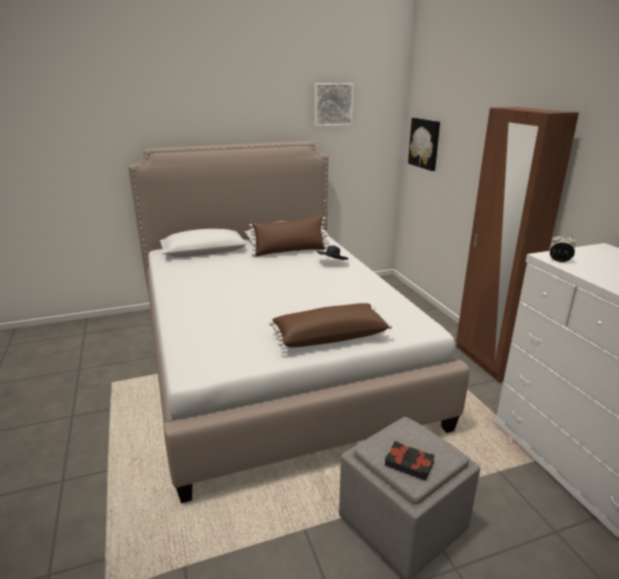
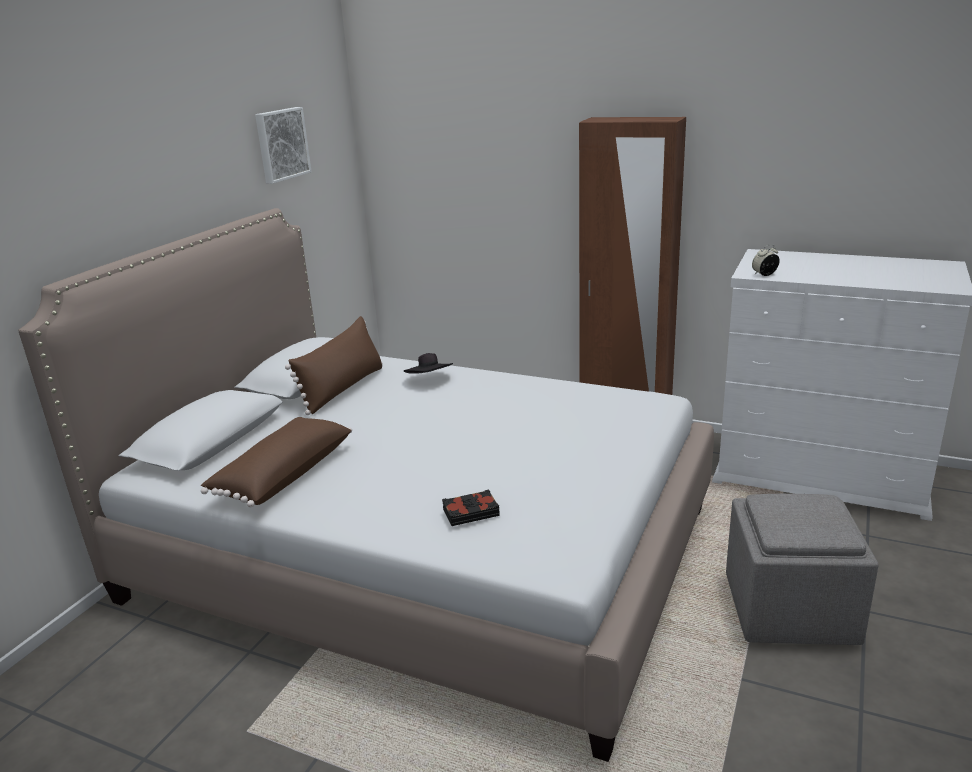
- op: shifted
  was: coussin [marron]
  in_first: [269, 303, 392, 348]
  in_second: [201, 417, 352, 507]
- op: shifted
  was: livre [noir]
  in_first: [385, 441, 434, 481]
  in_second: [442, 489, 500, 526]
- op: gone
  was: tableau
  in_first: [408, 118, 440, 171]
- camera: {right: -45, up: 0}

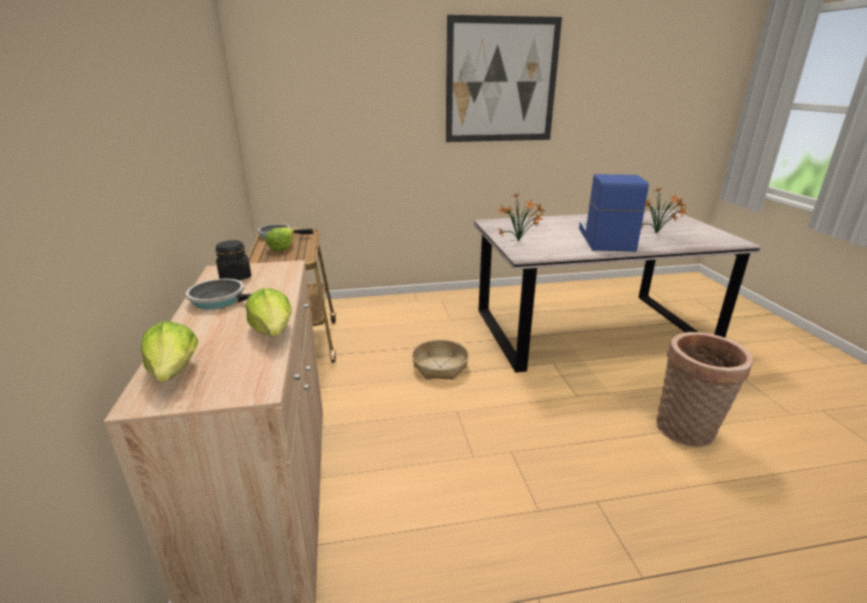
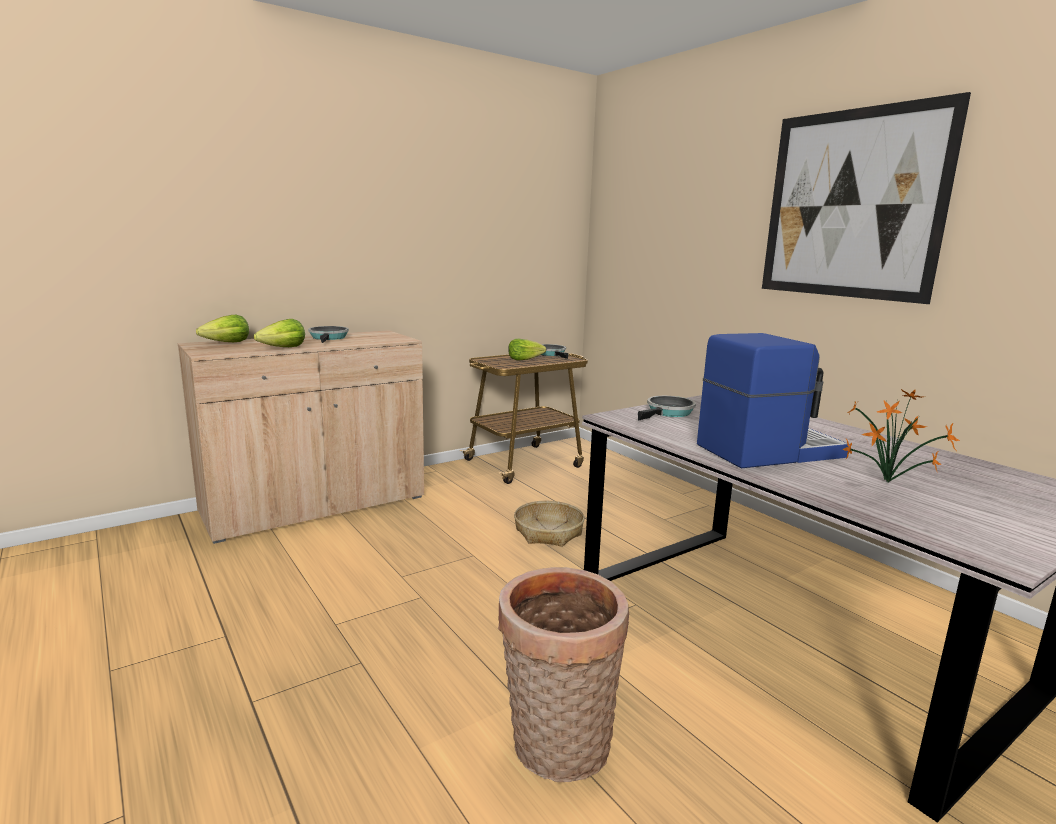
- op: swapped
  was: plante en pot
  now: poêle
  in_first: [497, 192, 545, 241]
  in_second: [638, 396, 696, 420]
- op: gone
  was: bocal [noir]
  in_first: [215, 240, 252, 280]
- camera: {right: 65, up: -10}

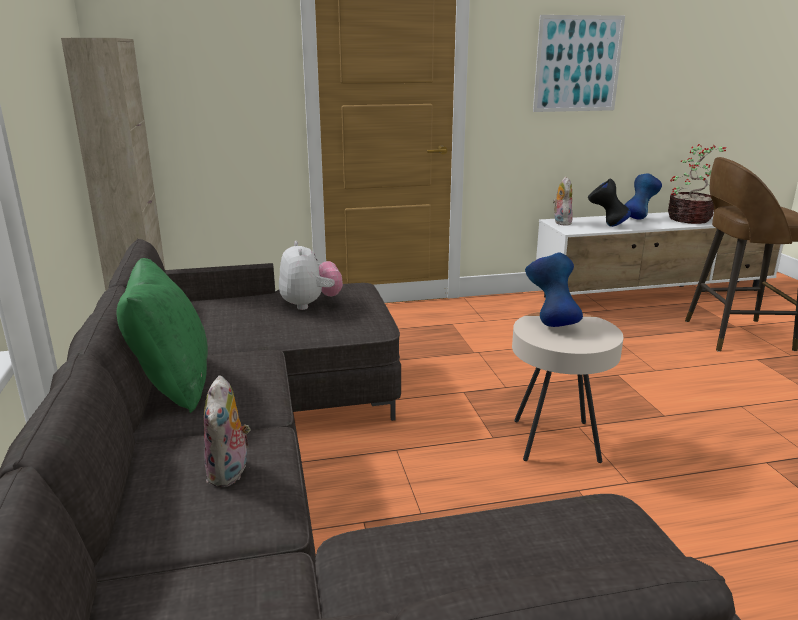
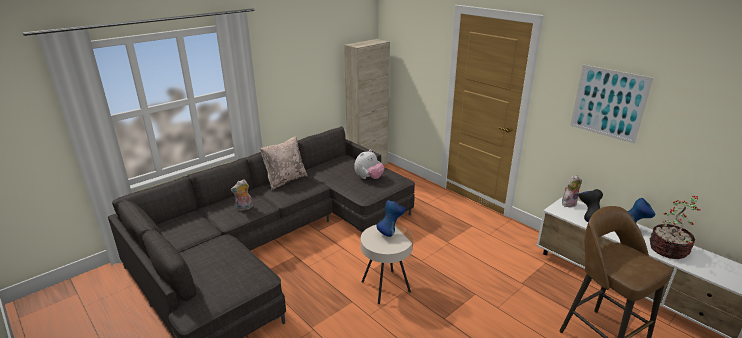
- op: repainted
  was: coussin [vert]
  now: coussin [beige]
  in_first: [117, 258, 208, 413]
  in_second: [260, 136, 308, 190]
- camera: {right: 60, up: 5}

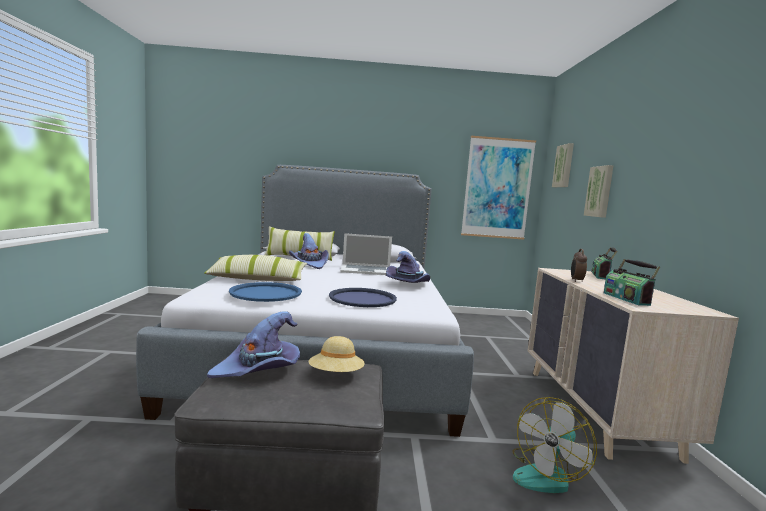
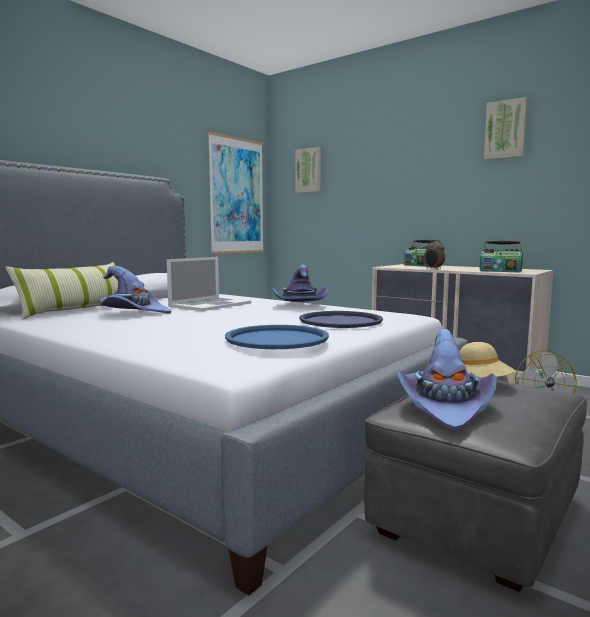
- op: shifted
  was: tableau
  in_first: [584, 165, 614, 218]
  in_second: [484, 97, 528, 160]
- op: gone
  was: coussin
  in_first: [204, 255, 307, 281]
- camera: {right: -50, up: 0}

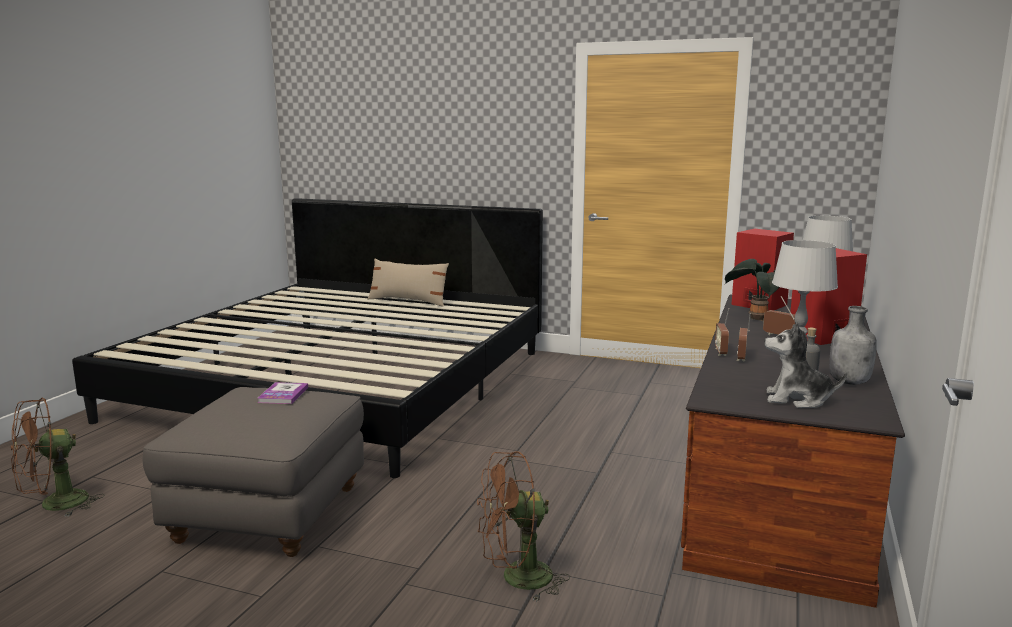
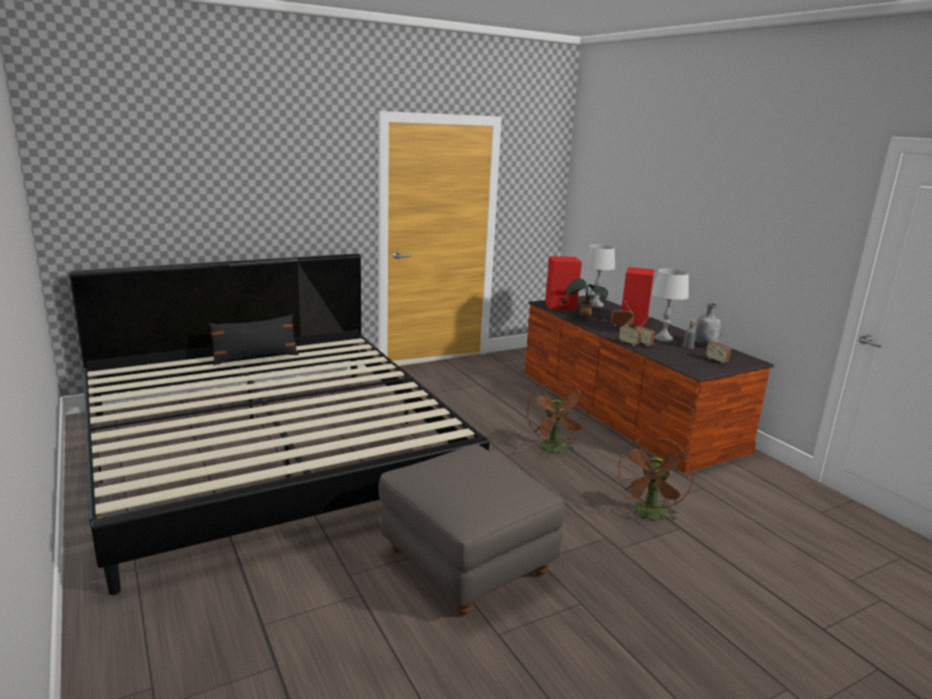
- op: repainted
  was: coussin [beige]
  now: coussin [noir]
  in_first: [368, 259, 449, 307]
  in_second: [209, 314, 299, 366]
- op: shifted
  was: ventilateur [marron]
  in_first: [11, 397, 105, 517]
  in_second: [527, 382, 589, 452]
- op: swapped
  was: peluche
  now: radio
  in_first: [765, 322, 847, 408]
  in_second: [705, 332, 731, 364]
- op: gone
  was: livre
  in_first: [258, 382, 308, 404]
- camera: {right: -50, up: 5}

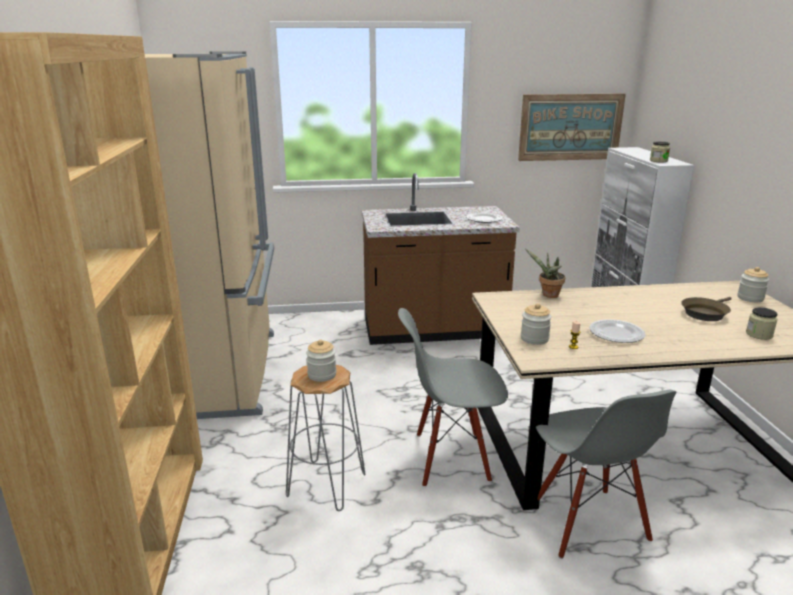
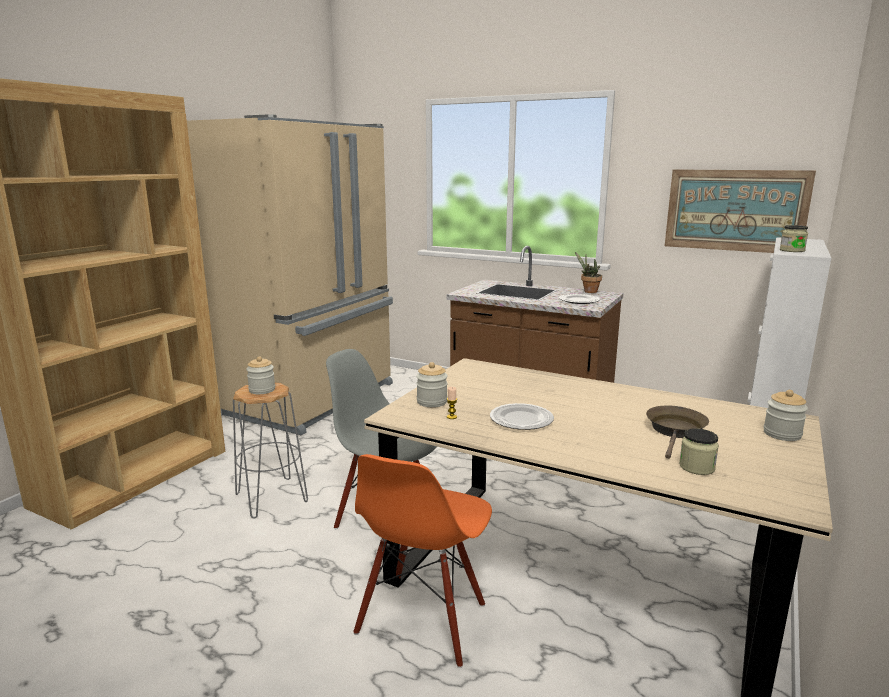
- op: repainted
  was: chaise [gris]
  now: chaise [orange]
  in_first: [536, 390, 676, 559]
  in_second: [354, 454, 492, 668]
- op: shifted
  was: plante en pot
  in_first: [525, 249, 565, 298]
  in_second: [575, 252, 602, 293]
- op: rotated
  was: poêle [marron]
  in_first: [681, 297, 732, 321]
  in_second: [646, 406, 709, 459]
  clockwise: 120
- camera: {right: 35, up: -5}

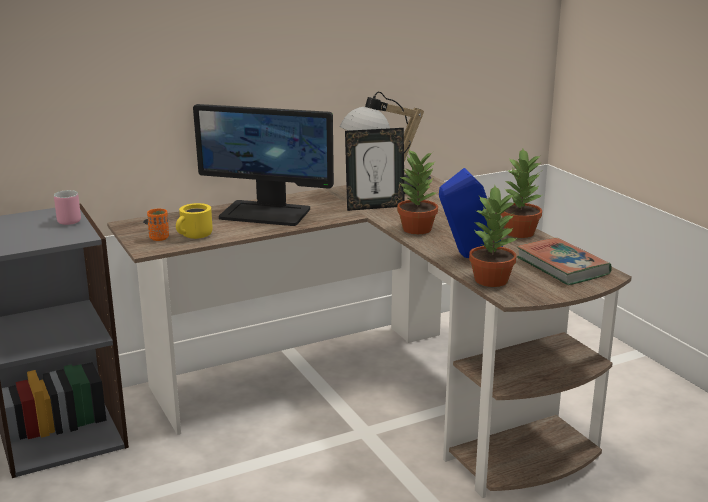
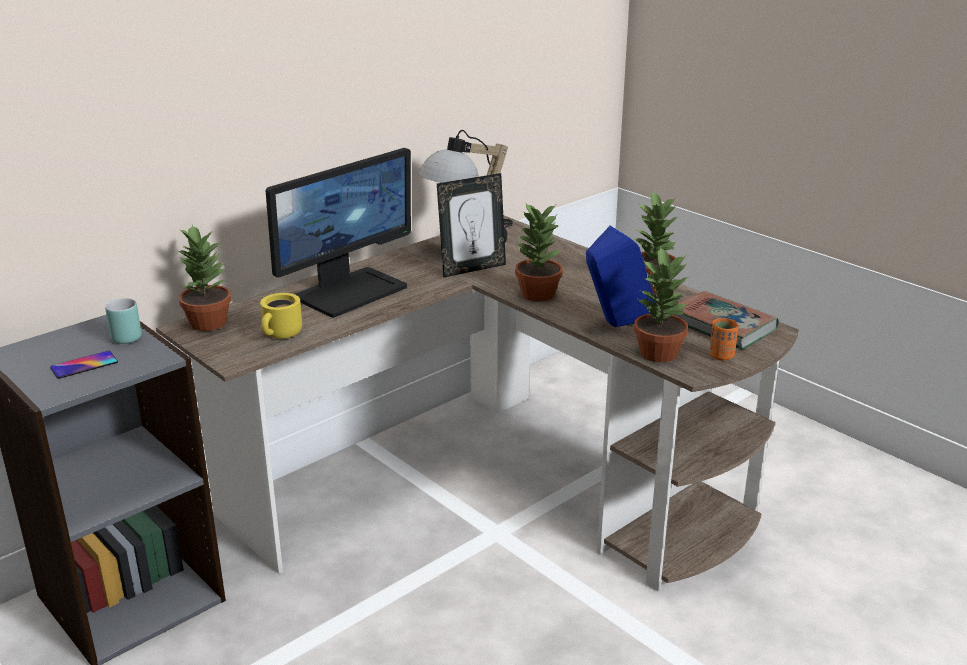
- op: new
  now: téléphone
  in_second: [50, 351, 118, 379]
- op: repainted
  was: mug [rose]
  now: mug [turquoise]
  in_first: [54, 190, 81, 225]
  in_second: [105, 298, 142, 344]
- op: new
  now: plante en pot
  in_second: [177, 225, 231, 331]
- op: rotated
  was: écran d'ordinateur
  in_first: [193, 104, 334, 226]
  in_second: [266, 148, 411, 317]
  clockwise: -45
- op: shifted
  was: tasse [orange]
  in_first: [147, 208, 169, 241]
  in_second: [709, 318, 738, 360]
- camera: {right: -15, up: 5}

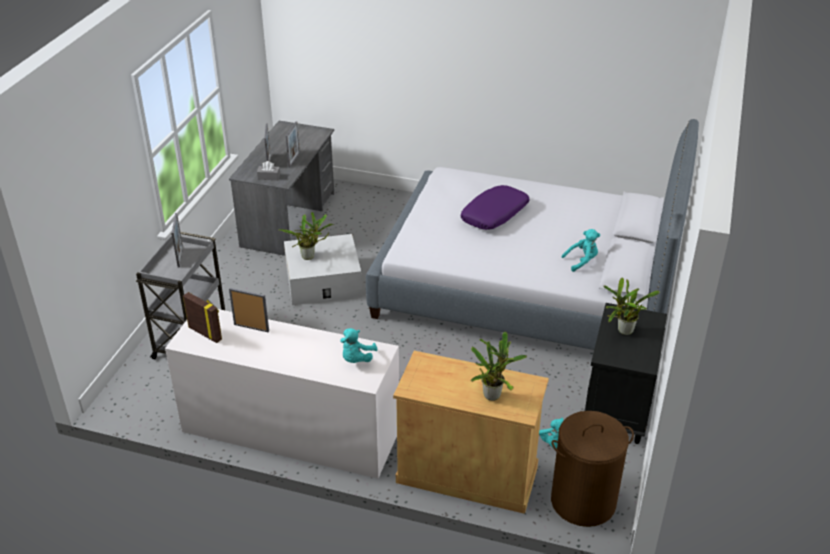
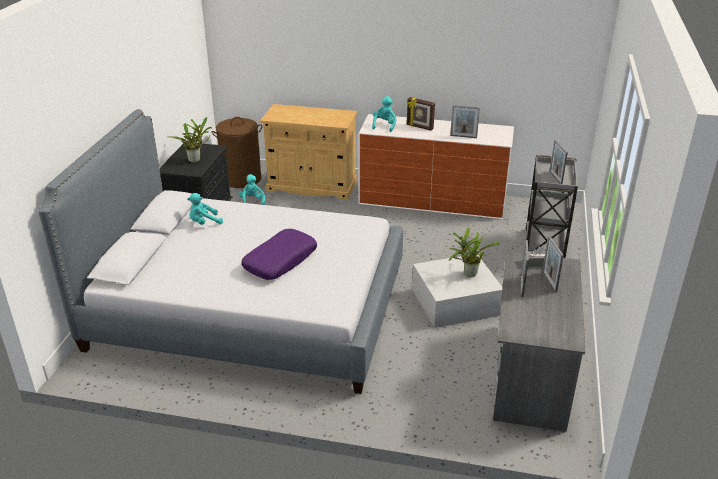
- op: shifted
  was: cadre photo
  in_first: [183, 292, 222, 343]
  in_second: [407, 97, 435, 131]
- op: gone
  was: plante en pot
  in_first: [471, 332, 527, 401]
- camera: {right: 175, up: -5}

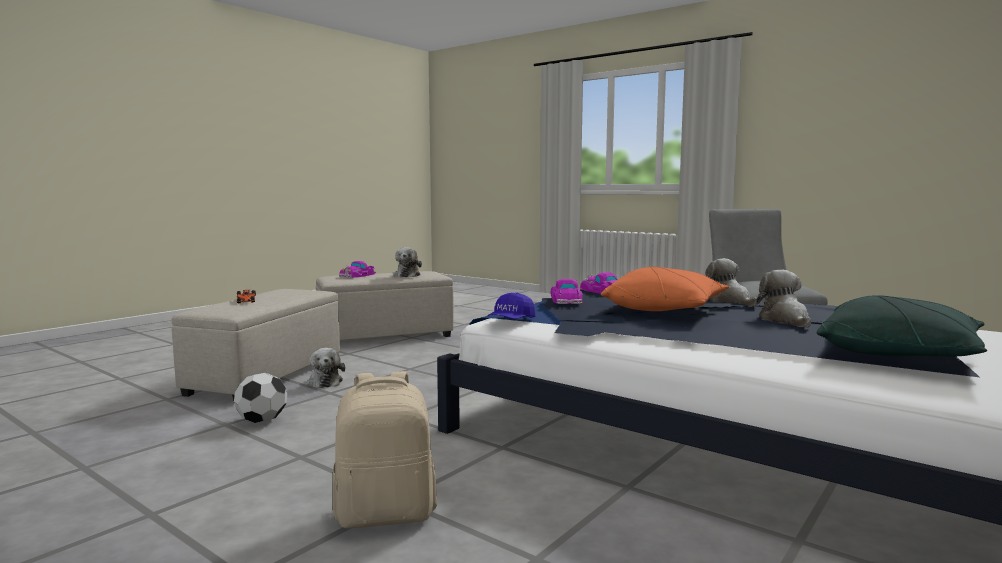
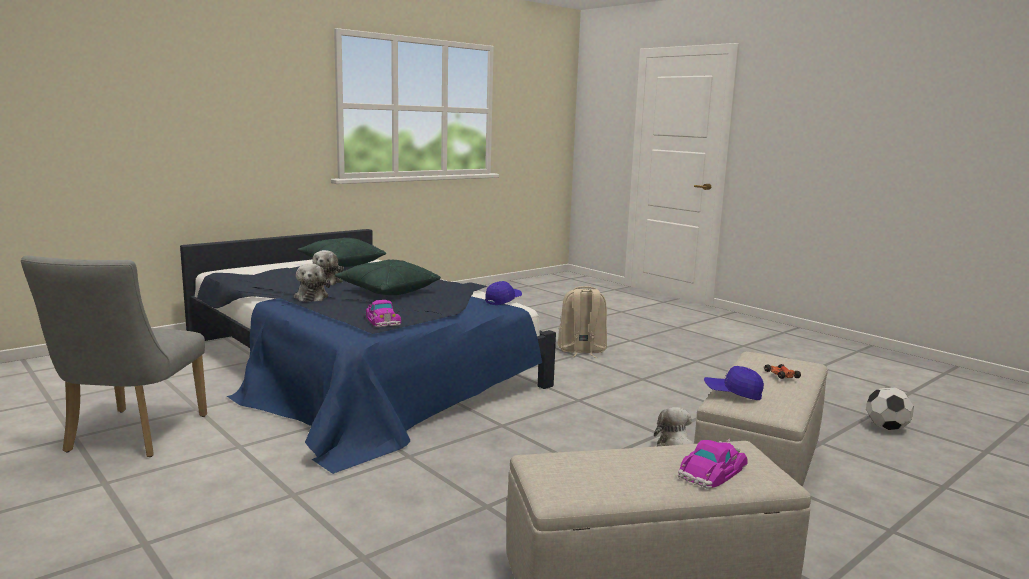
- op: repainted
  was: coussin [orange]
  now: coussin [vert]
  in_first: [601, 267, 729, 311]
  in_second: [335, 259, 441, 295]
- op: new
  now: casquette [bleu]
  in_second: [704, 366, 764, 400]
- op: shifted
  was: ballon de foot
  in_first: [234, 373, 287, 423]
  in_second: [866, 387, 914, 430]
- op: gone
  was: peluche
  in_first: [394, 247, 422, 277]
- op: gone
  was: petite voiture
  in_first: [551, 279, 583, 304]
- camera: {right: -170, up: 5}

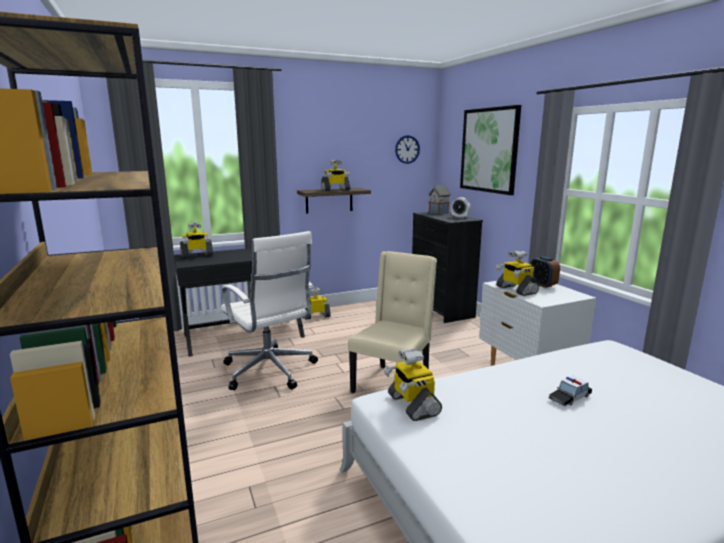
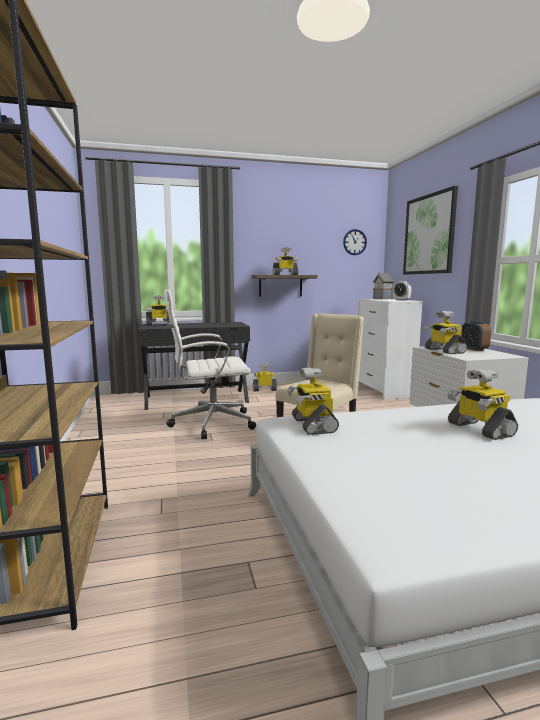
- op: rotated
  was: chaise de bureau [blanc]
  in_first: [221, 231, 318, 390]
  in_second: [164, 289, 256, 439]
  clockwise: 105
- op: repainted
  was: commode [noir]
  now: commode [blanc]
  in_first: [412, 212, 483, 323]
  in_second: [358, 299, 423, 400]
- op: swapped
  was: petite voiture
  now: robot jouet
  in_first: [548, 375, 592, 406]
  in_second: [448, 369, 518, 440]
- camera: {right: 10, up: -5}

